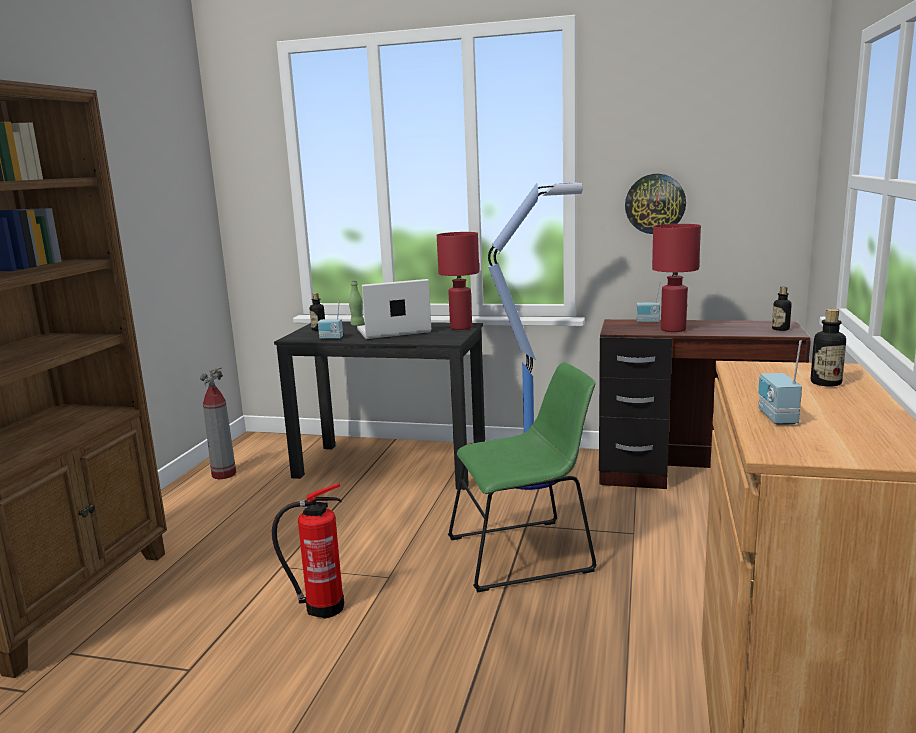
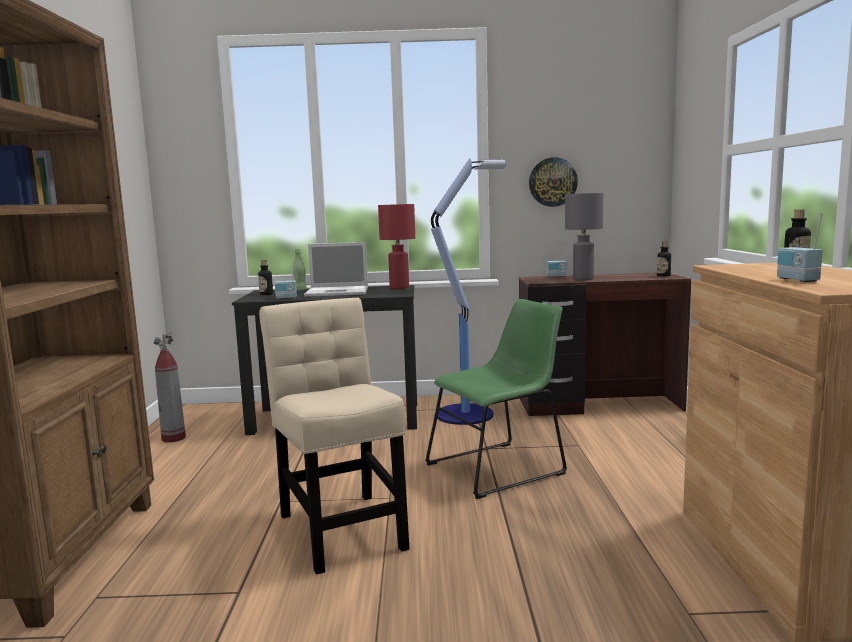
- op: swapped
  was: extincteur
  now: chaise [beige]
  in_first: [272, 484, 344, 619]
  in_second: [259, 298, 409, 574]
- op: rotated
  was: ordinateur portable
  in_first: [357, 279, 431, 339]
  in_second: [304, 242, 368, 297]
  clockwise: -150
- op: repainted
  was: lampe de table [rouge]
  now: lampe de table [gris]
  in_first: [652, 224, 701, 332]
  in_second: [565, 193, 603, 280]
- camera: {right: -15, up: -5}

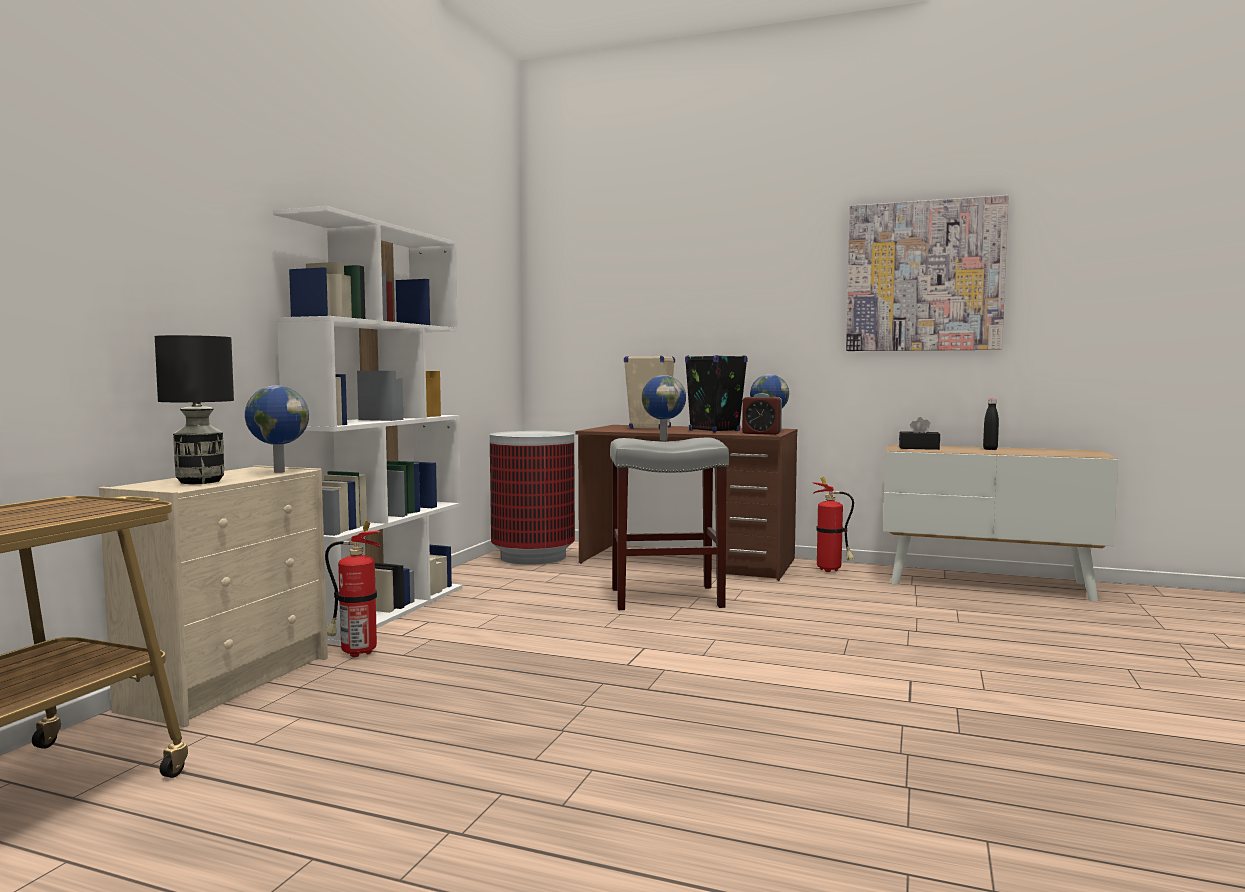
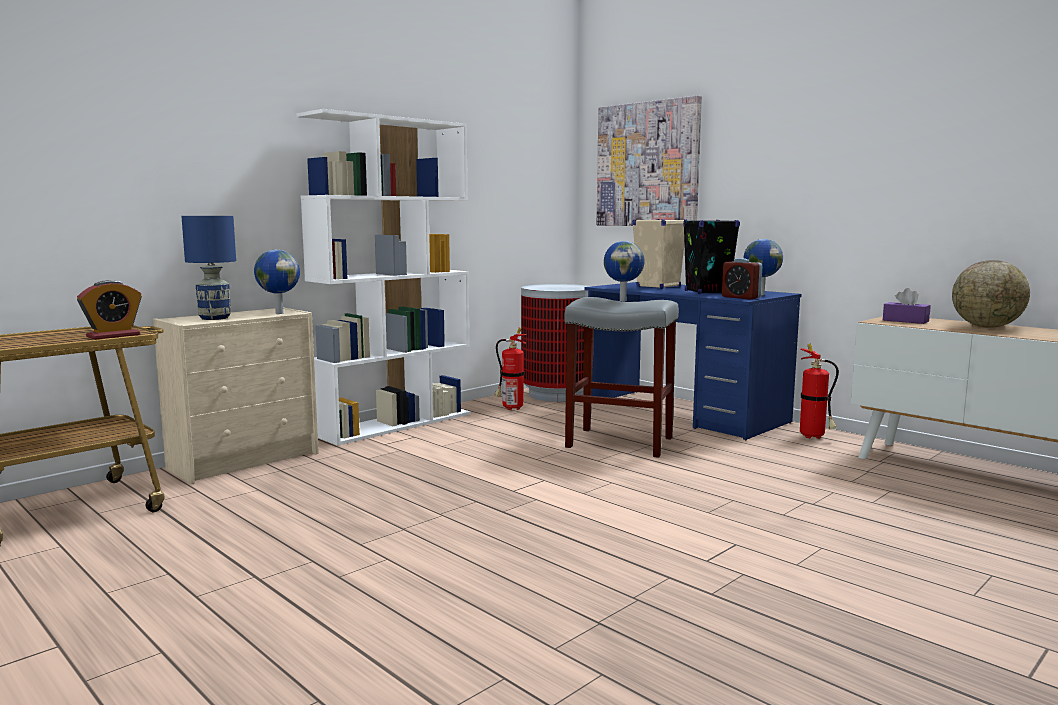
- op: new
  now: réveil
  in_second: [77, 280, 142, 340]
- op: repainted
  was: lampe de table [noir]
  now: lampe de table [bleu]
  in_first: [155, 335, 234, 484]
  in_second: [181, 216, 236, 320]
- op: shifted
  was: extincteur
  in_first: [325, 521, 381, 657]
  in_second: [495, 328, 527, 410]
- op: repainted
  was: bureau [marron]
  now: bureau [bleu]
  in_first: [576, 425, 798, 581]
  in_second: [584, 282, 801, 441]
- op: shifted
  was: tableau
  in_first: [846, 195, 1009, 351]
  in_second: [597, 95, 702, 226]
- op: repainted
  was: boîte à mouchoirs [noir]
  now: boîte à mouchoirs [violet]
  in_first: [899, 417, 940, 450]
  in_second: [883, 288, 931, 324]
- op: swapped
  was: bouteille [noir]
  now: globe
  in_first: [983, 399, 999, 450]
  in_second: [952, 260, 1030, 328]
- camera: {right: 25, up: 5}

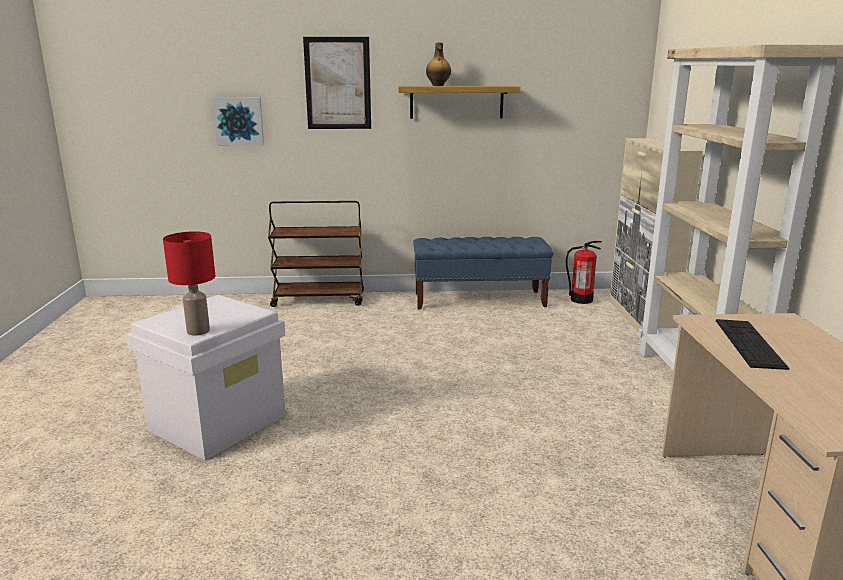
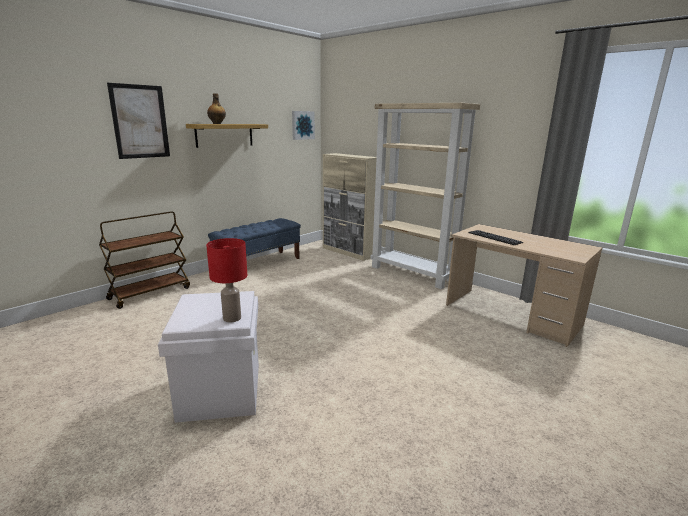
- op: shifted
  was: tableau
  in_first: [212, 97, 264, 146]
  in_second: [292, 111, 315, 140]
- op: gone
  was: extincteur
  in_first: [566, 241, 602, 304]
- camera: {right: -45, up: 0}

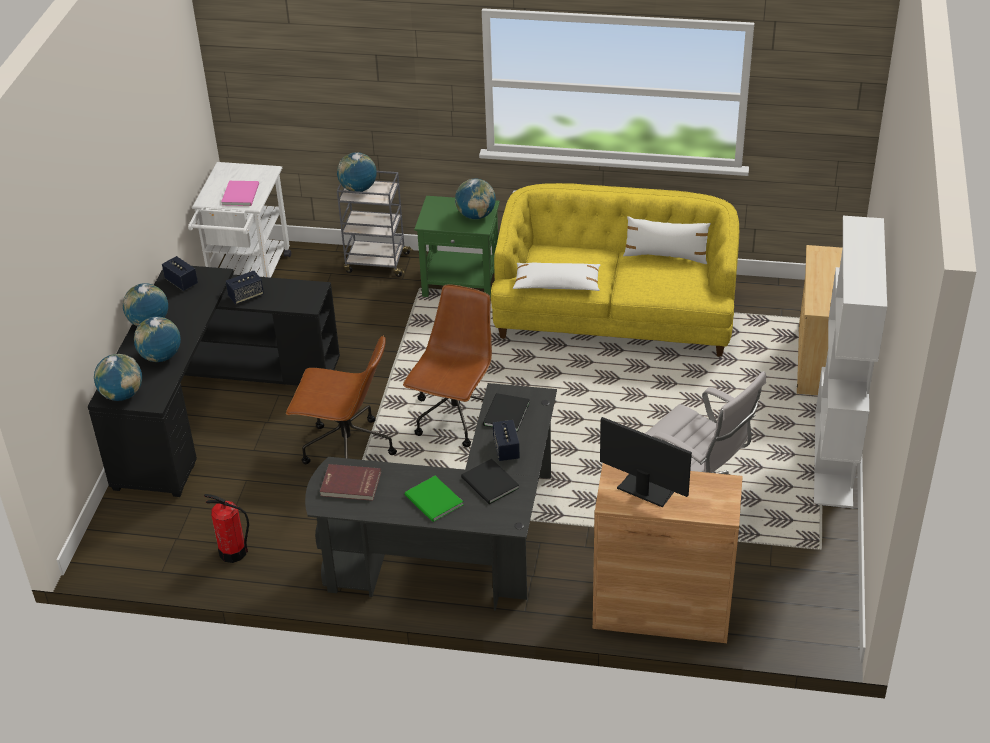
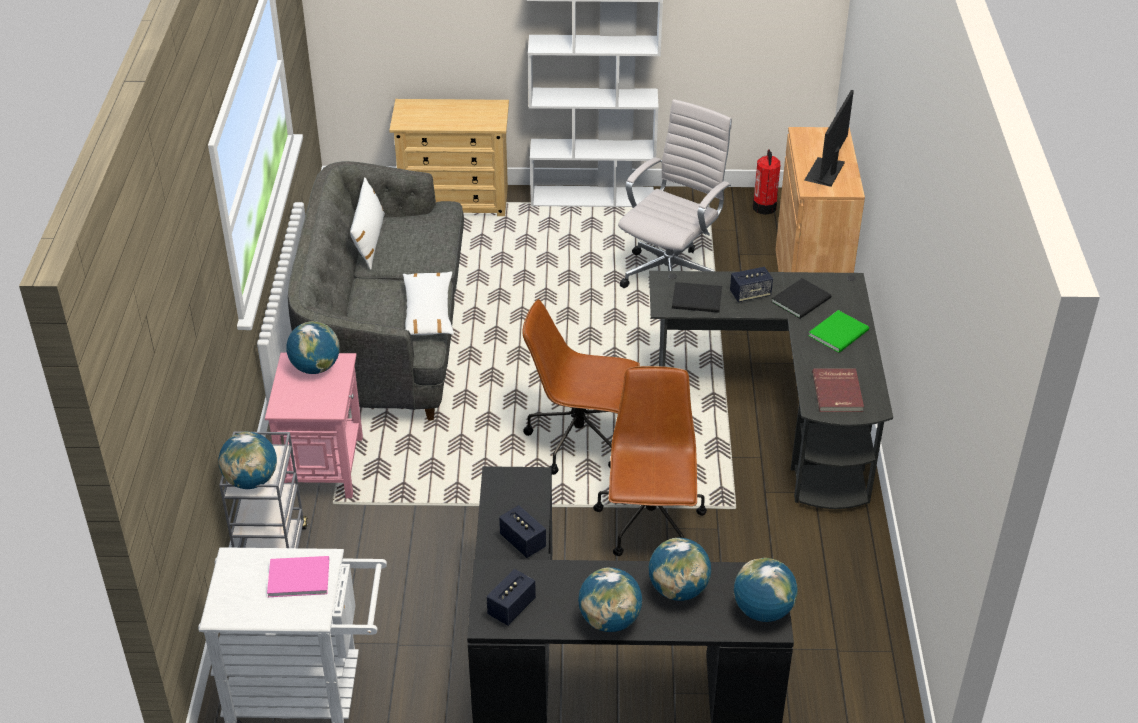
- op: repainted
  was: table d'appoint [vert]
  now: table d'appoint [rose]
  in_first: [414, 196, 500, 298]
  in_second: [265, 353, 363, 498]
- op: repainted
  was: canapé [jaune]
  now: canapé [gris]
  in_first: [491, 183, 739, 357]
  in_second: [288, 161, 464, 420]
- op: shifted
  was: extincteur
  in_first: [204, 494, 249, 563]
  in_second: [753, 149, 780, 215]
- camera: {right: -100, up: 0}

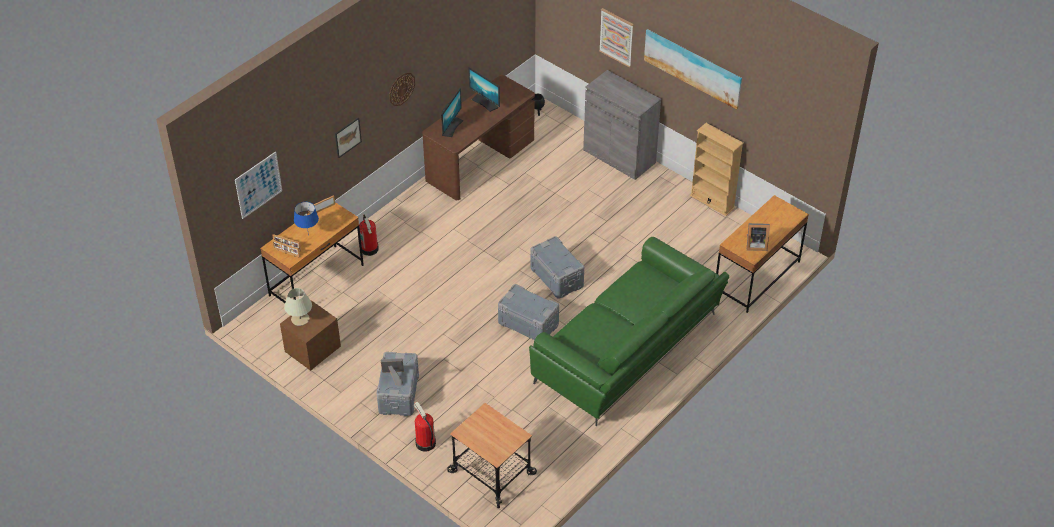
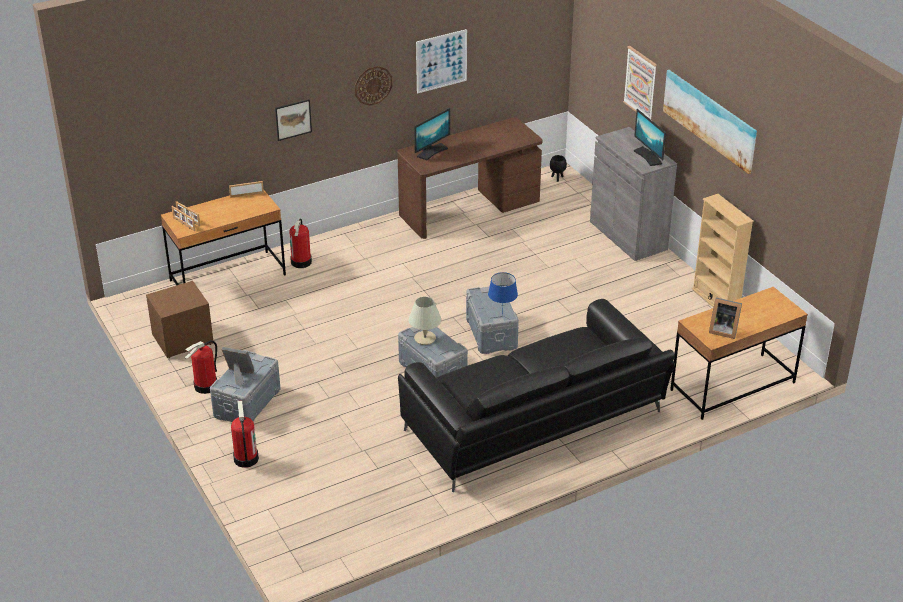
- op: new
  now: extincteur
  in_second: [184, 340, 217, 394]
- op: repainted
  was: canapé [vert]
  now: canapé [noir]
  in_first: [529, 237, 729, 426]
  in_second: [398, 299, 675, 492]
- op: shifted
  was: lampe de table [beige]
  in_first: [284, 288, 312, 326]
  in_second: [408, 297, 441, 345]
- op: shifted
  was: tableau
  in_first: [235, 152, 282, 219]
  in_second: [416, 29, 467, 94]
- op: shifted
  was: lampe de table [bleu]
  in_first: [294, 202, 319, 235]
  in_second: [488, 272, 518, 316]
- op: shifted
  was: écran d'ordinateur
  in_first: [468, 67, 500, 112]
  in_second: [634, 109, 666, 166]
- op: gone
  was: chariot
  in_first: [447, 403, 537, 508]
- camera: {right: 20, up: -10}

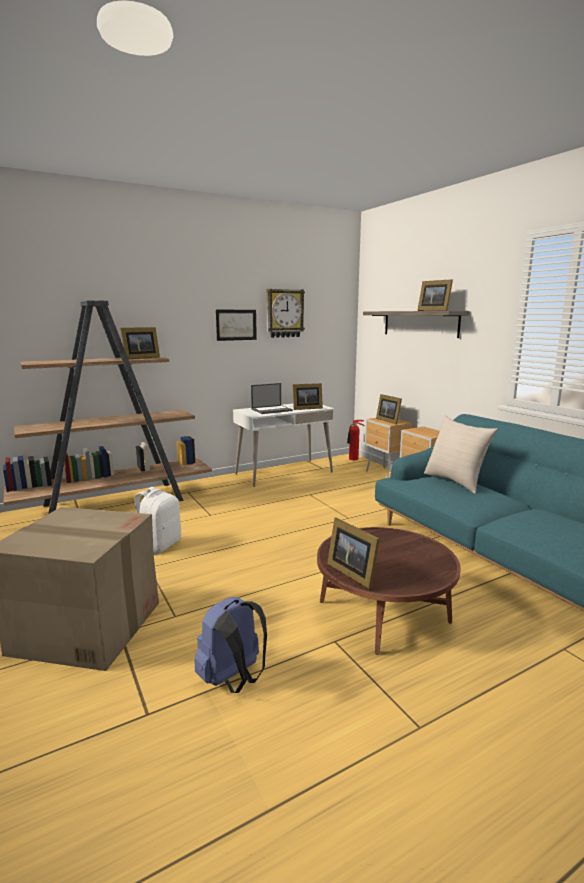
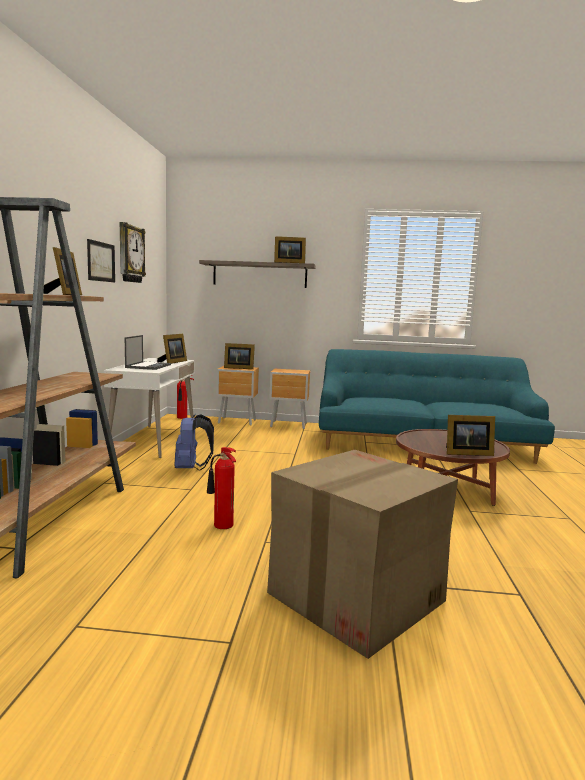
- op: shifted
  was: sac à dos [bleu]
  in_first: [194, 597, 267, 693]
  in_second: [174, 414, 214, 471]
- op: swapped
  was: sac à dos [blanc]
  now: extincteur
  in_first: [135, 487, 181, 554]
  in_second: [207, 447, 236, 529]
- op: gone
  was: coussin [beige]
  in_first: [424, 415, 498, 494]
- camera: {right: -55, up: -5}

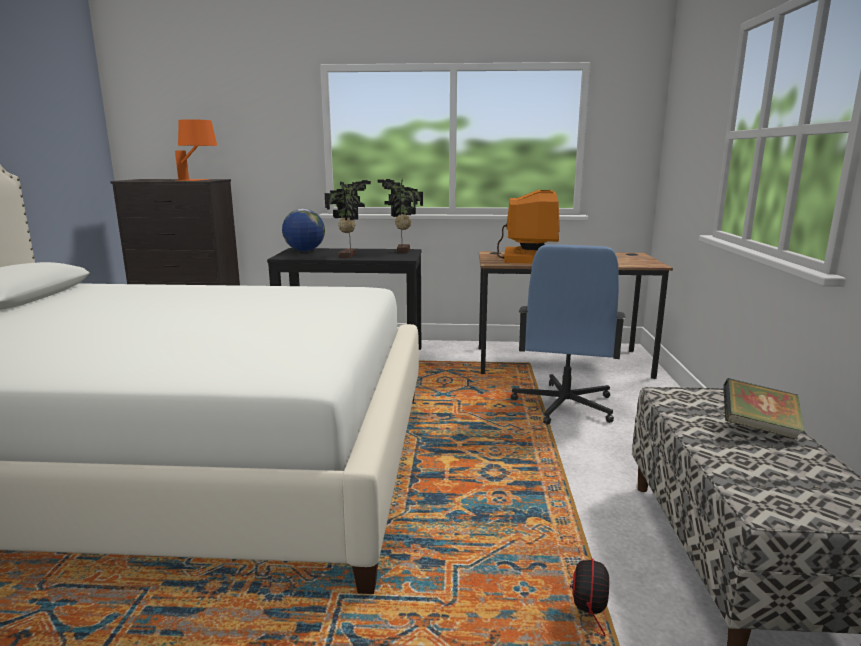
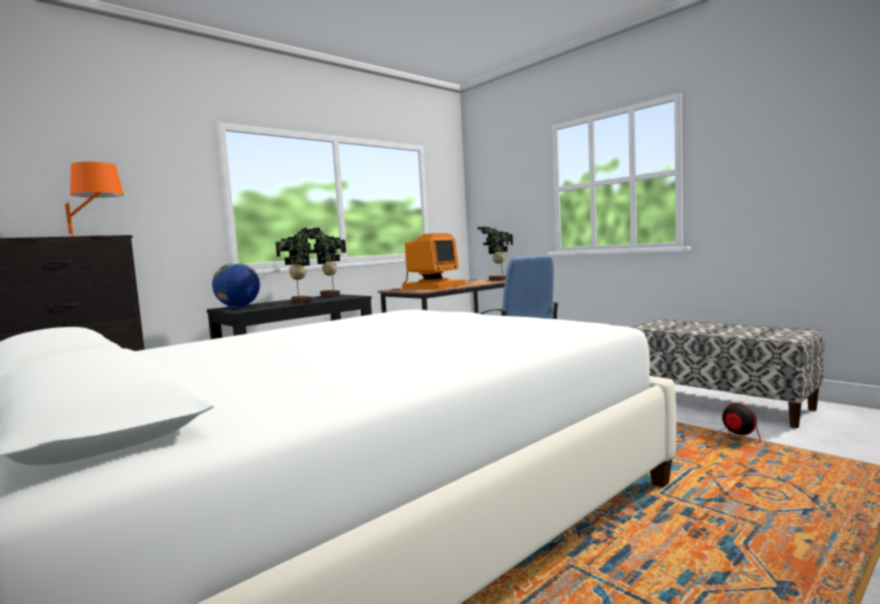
- op: rotated
  was: écran d'ordinateur
  in_first: [497, 190, 560, 264]
  in_second: [402, 233, 465, 290]
  clockwise: 75
- op: new
  now: plante en pot
  in_second: [478, 226, 513, 281]
- op: gone
  was: livre
  in_first: [723, 378, 805, 440]
- camera: {right: -45, up: -10}

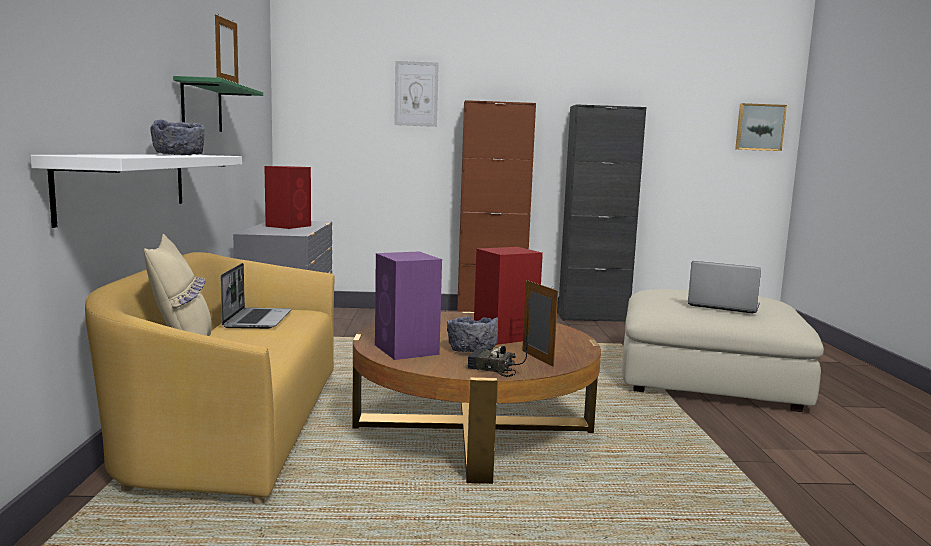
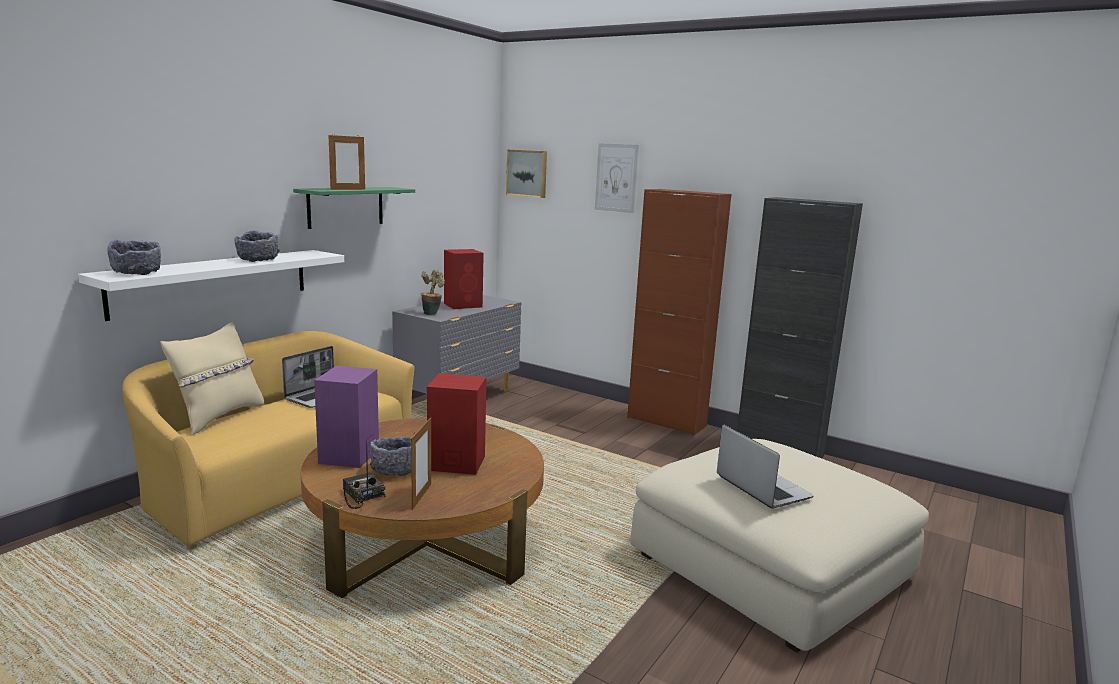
- op: new
  now: bol [gris]
  in_second: [108, 240, 161, 275]
- op: new
  now: plante en pot
  in_second: [421, 270, 445, 315]
- op: shifted
  was: tableau
  in_first: [735, 103, 787, 151]
  in_second: [506, 150, 547, 198]
- camera: {right: 35, up: 5}

